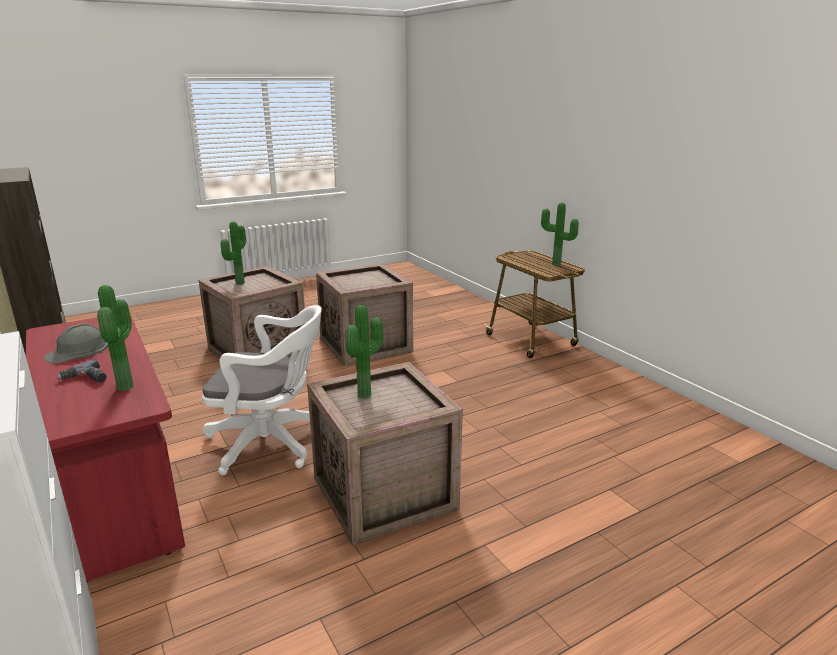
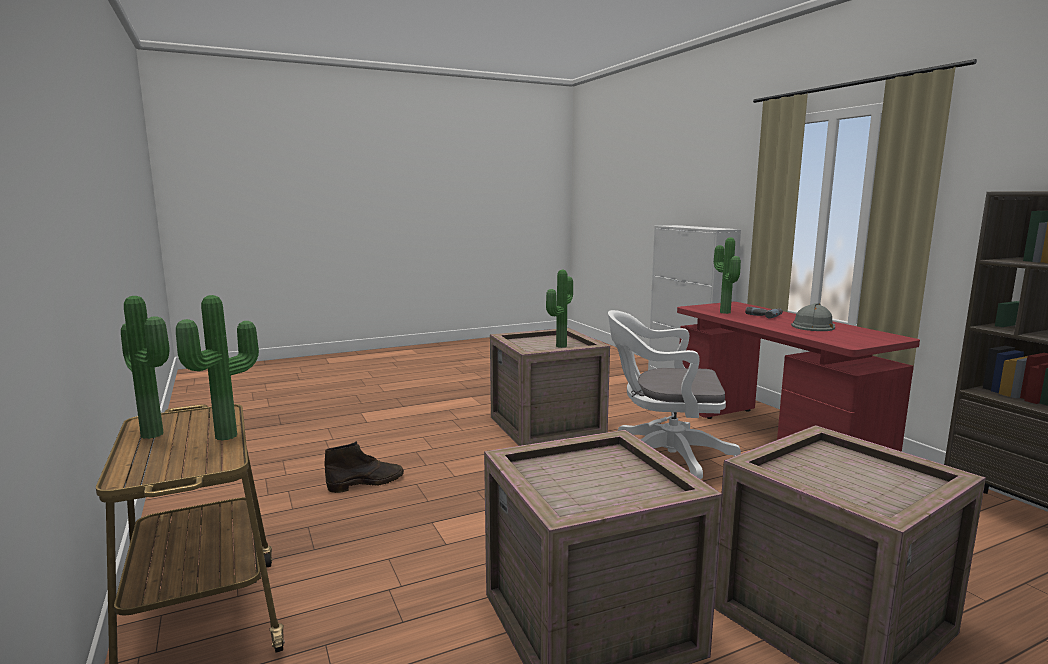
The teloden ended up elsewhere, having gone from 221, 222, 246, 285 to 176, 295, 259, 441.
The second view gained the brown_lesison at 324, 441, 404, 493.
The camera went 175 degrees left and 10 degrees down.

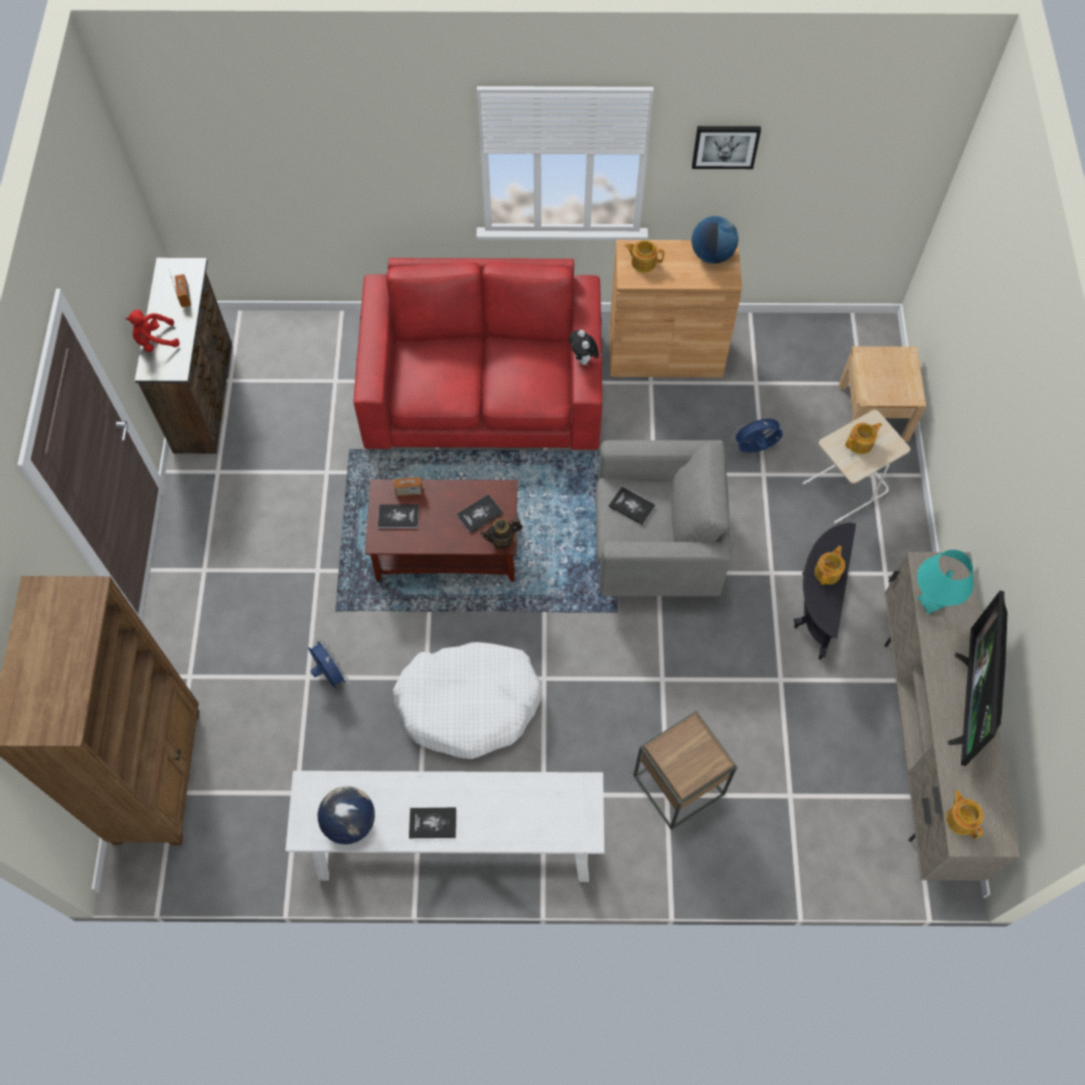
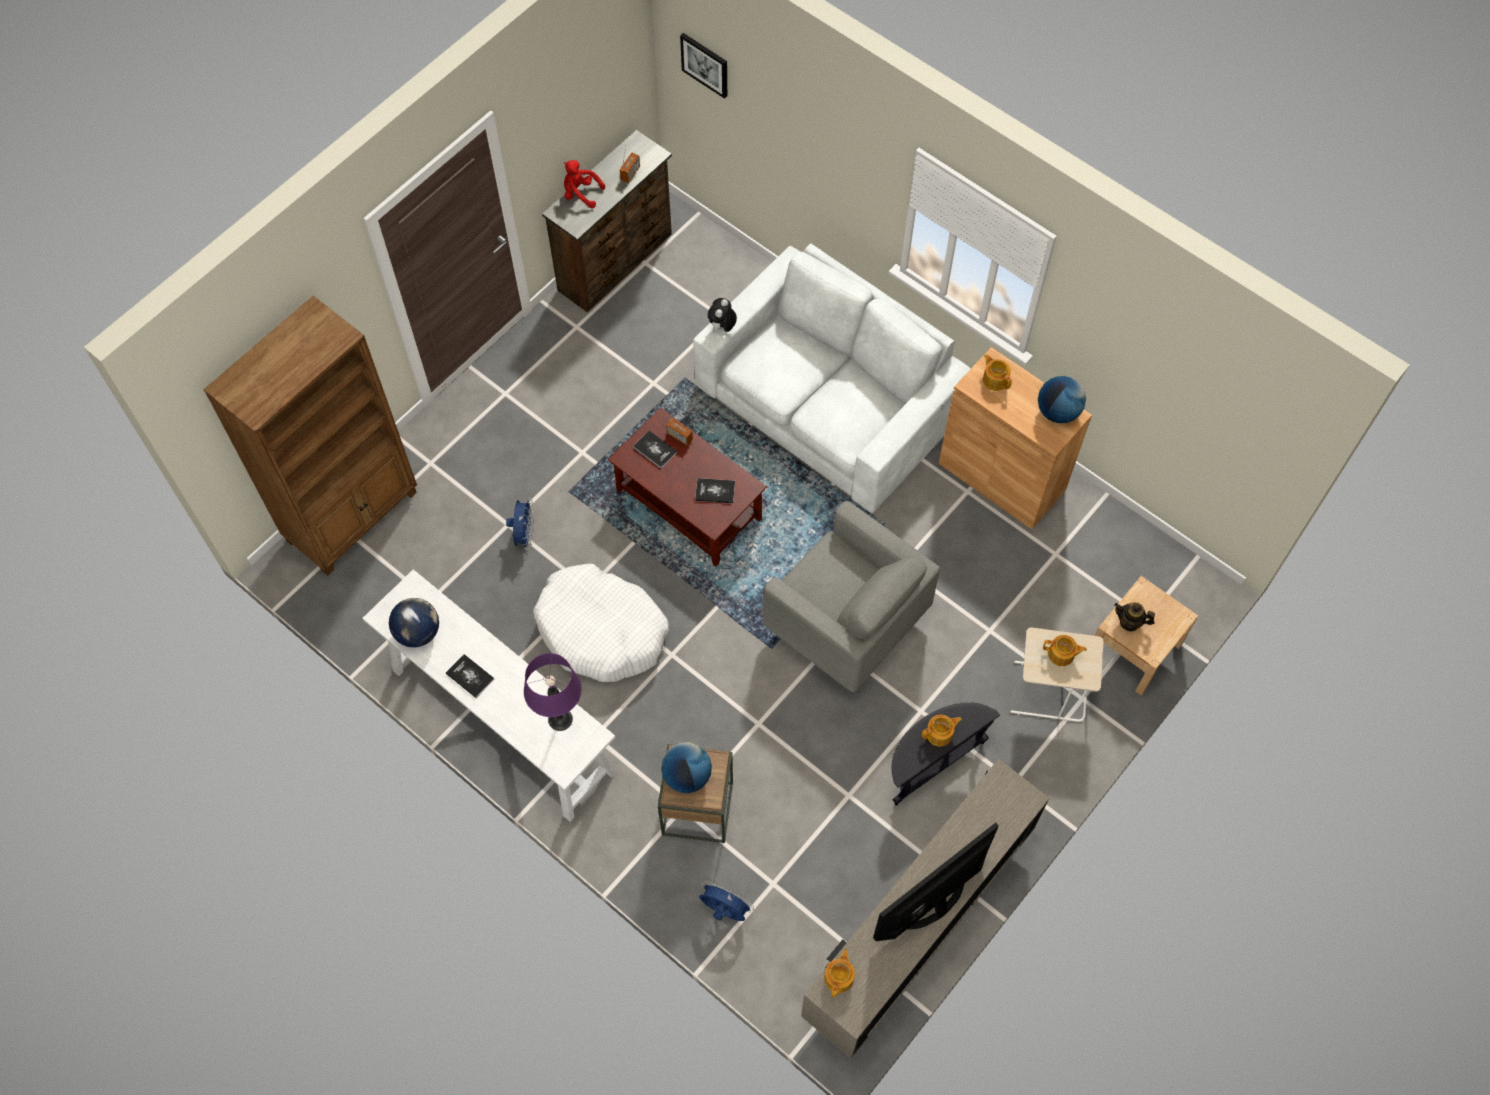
The second view gained the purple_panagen at 524, 653, 582, 731.
The second view gained the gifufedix at 661, 742, 712, 793.
The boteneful ended up elsewhere, having gone from 692, 126, 761, 169 to 680, 33, 727, 99.
What was the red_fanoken at 354, 258, 602, 450 turned into the white_fanoken at 693, 244, 971, 513.
The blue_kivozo ended up elsewhere, having gone from 732, 415, 783, 453 to 699, 881, 754, 921.
The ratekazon ended up elsewhere, having gone from 569, 330, 599, 367 to 708, 298, 737, 333.
The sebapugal ended up elsewhere, having gone from 480, 518, 523, 549 to 1114, 602, 1155, 632.
The second view lost the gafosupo at 608, 487, 656, 525.
The second view lost the turquoise_panagen at 917, 550, 974, 614.
The camera went 40 degrees right and 0 degrees up.

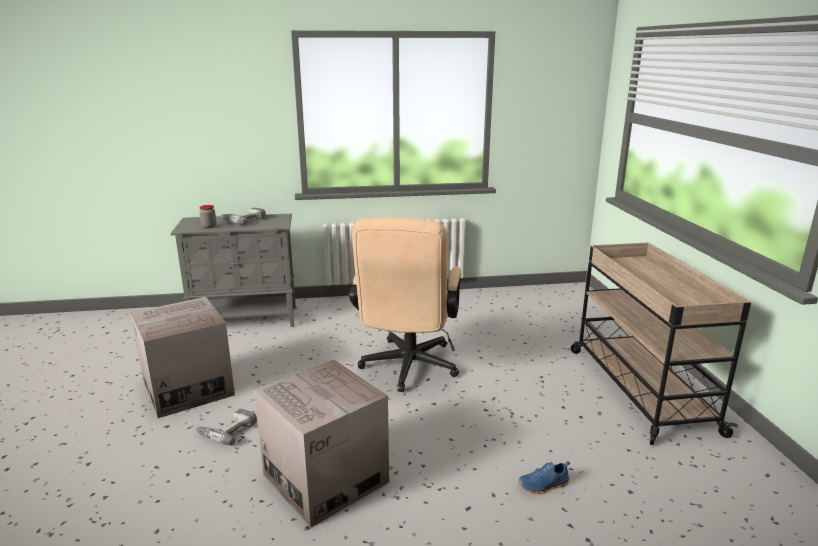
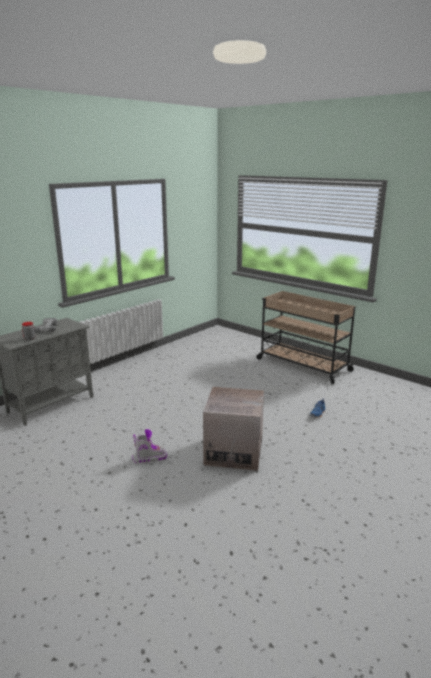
Where the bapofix stood at 196, 409, 257, 445, the lesison came to stand at 132, 429, 167, 463.
The second view lost the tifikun at 131, 297, 235, 418.
The second view lost the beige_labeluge at 349, 217, 461, 392.
The camera went 40 degrees left and 0 degrees up.

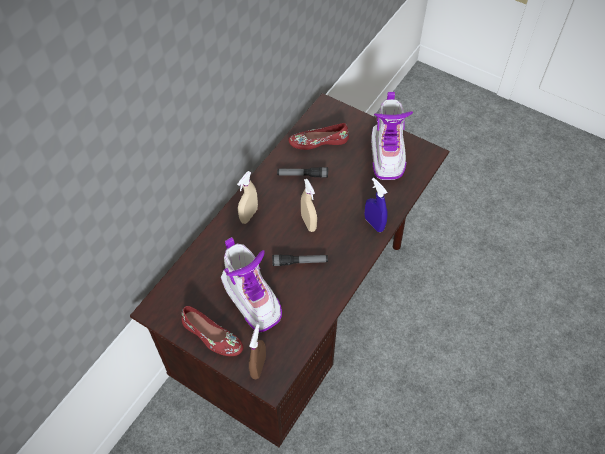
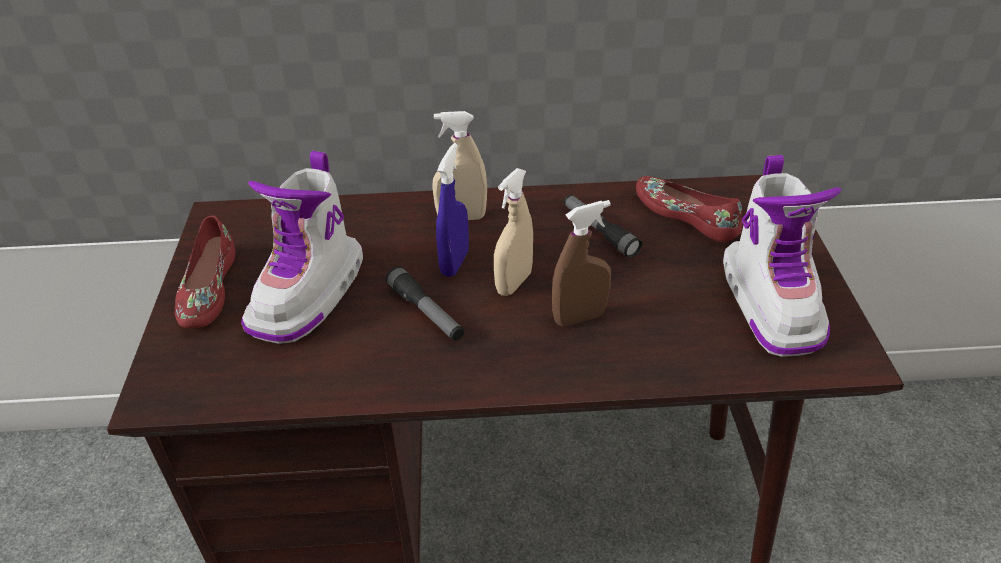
The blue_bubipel ended up elsewhere, having gone from 365, 178, 387, 232 to 436, 143, 469, 277.
The brown_bubipel ended up elsewhere, having gone from 249, 324, 266, 379 to 552, 200, 611, 327.
The lesison at 371, 92, 413, 180 ended up facing another way, 60 degrees counterclockwise from before.
The camera went 55 degrees right and 15 degrees down.

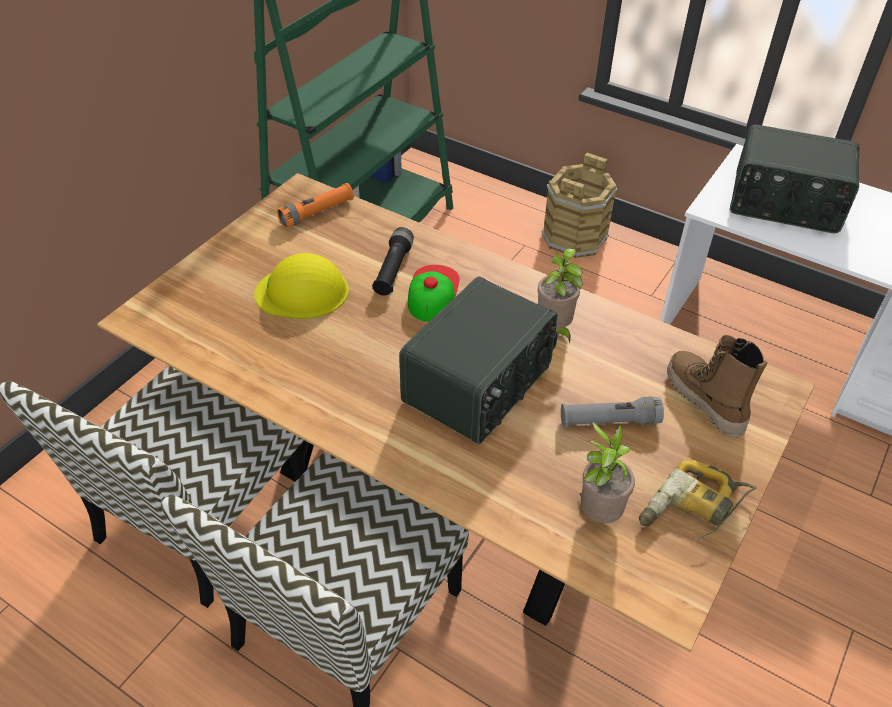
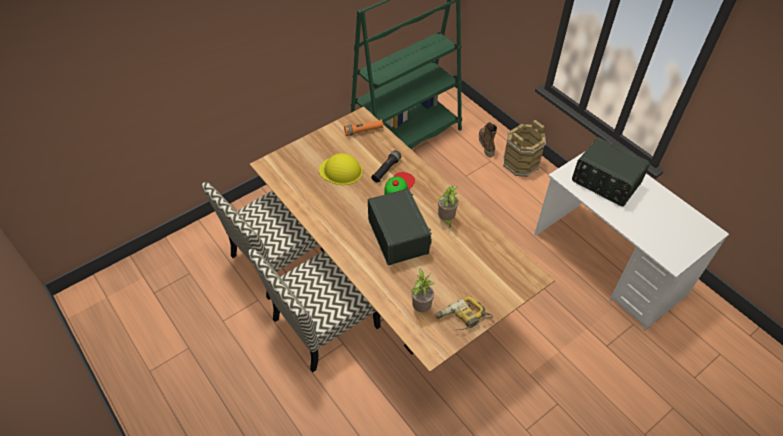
The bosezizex at 399, 276, 558, 444 ended up facing another way, 75 degrees counterclockwise from before.
The lesison ended up elsewhere, having gone from 667, 335, 767, 438 to 479, 122, 497, 157.
The second view lost the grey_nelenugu at 561, 397, 664, 428.
The camera went 20 degrees right and 5 degrees up.

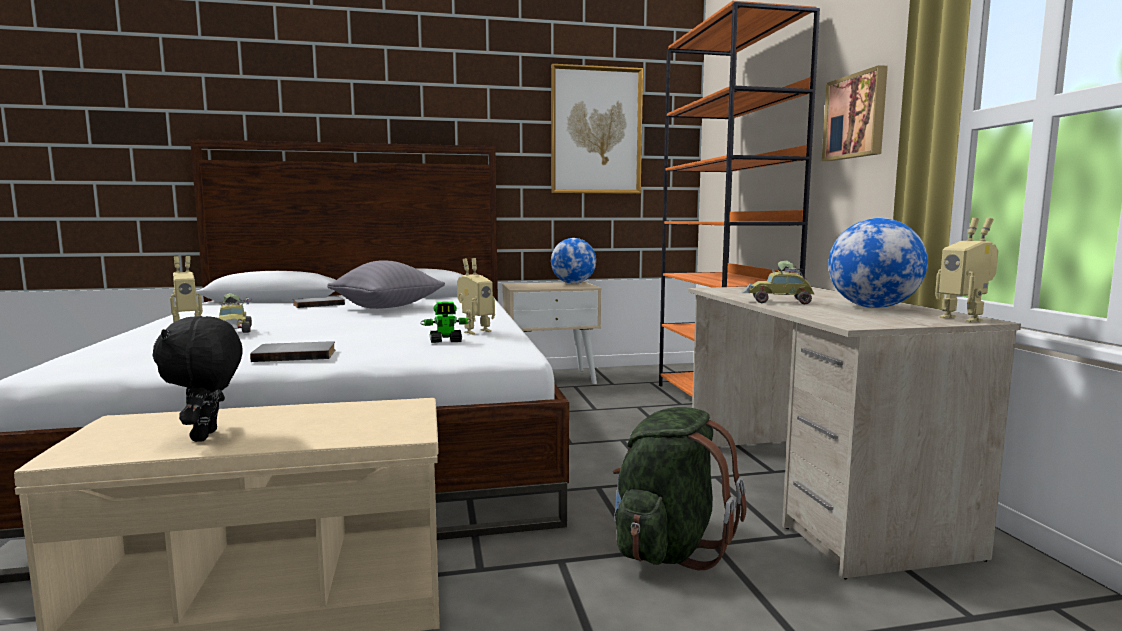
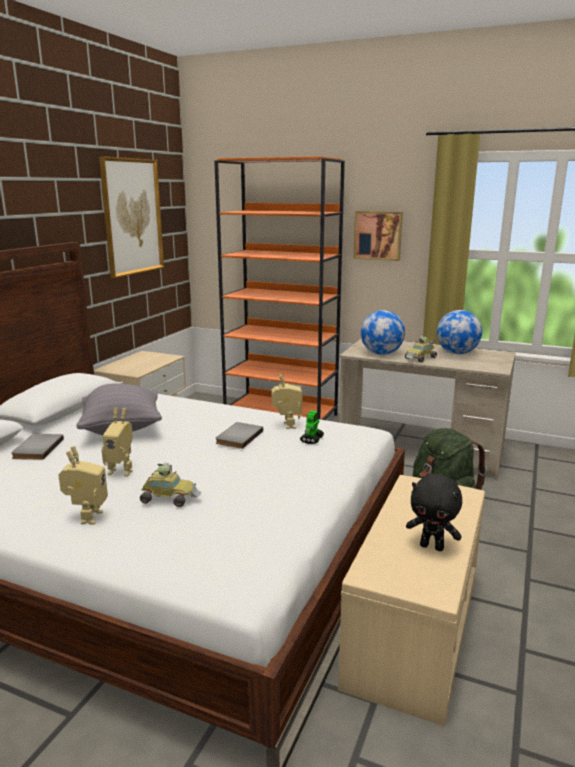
The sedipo ended up elsewhere, having gone from 935, 218, 998, 322 to 101, 408, 133, 477.
The grey_gafosupo ended up elsewhere, having gone from 250, 341, 335, 362 to 215, 422, 263, 449.
The gifufedix ended up elsewhere, having gone from 551, 238, 596, 284 to 361, 310, 405, 355.
The camera went 55 degrees left and 10 degrees up.

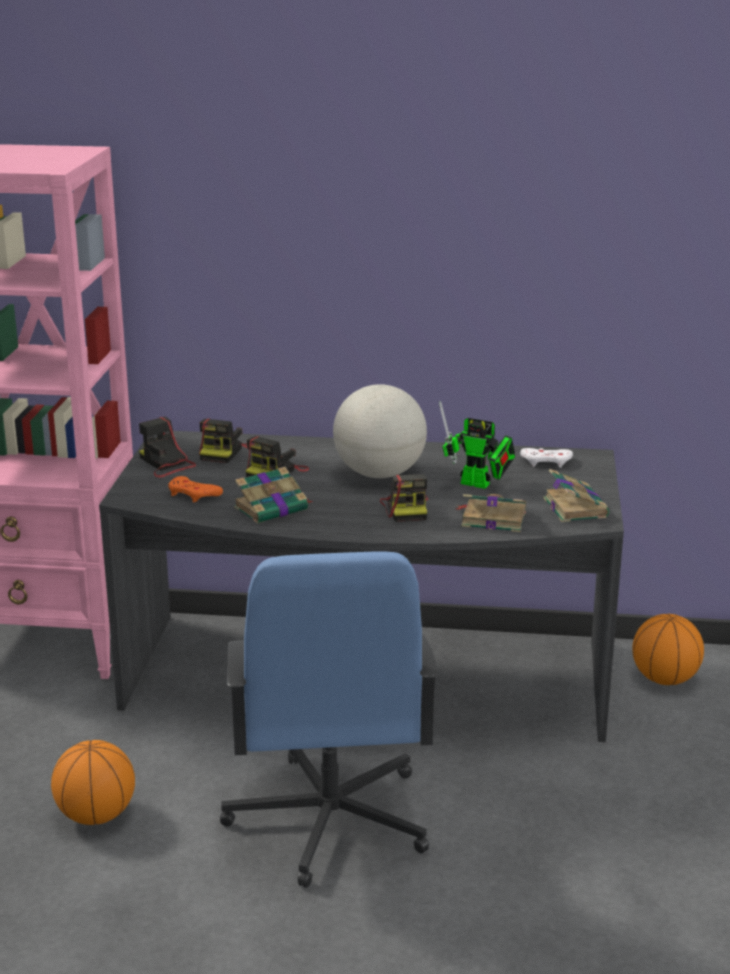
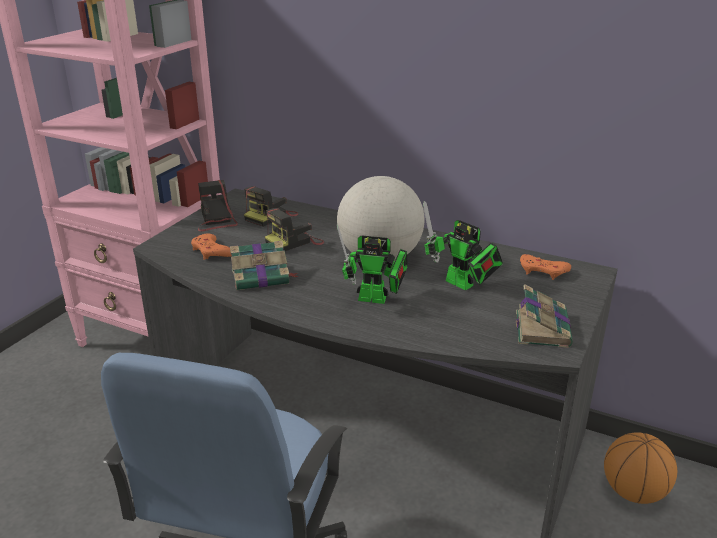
Where the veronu stood at 380, 474, 428, 522, the sedipo came to stand at 337, 225, 408, 304.
What was the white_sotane at 520, 448, 573, 468 turned into the orange_sotane at 520, 254, 571, 280.
The second view lost the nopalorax at 51, 740, 135, 825.
The second view lost the gafosupo at 456, 494, 527, 532.
The camera went 20 degrees right and 5 degrees up.

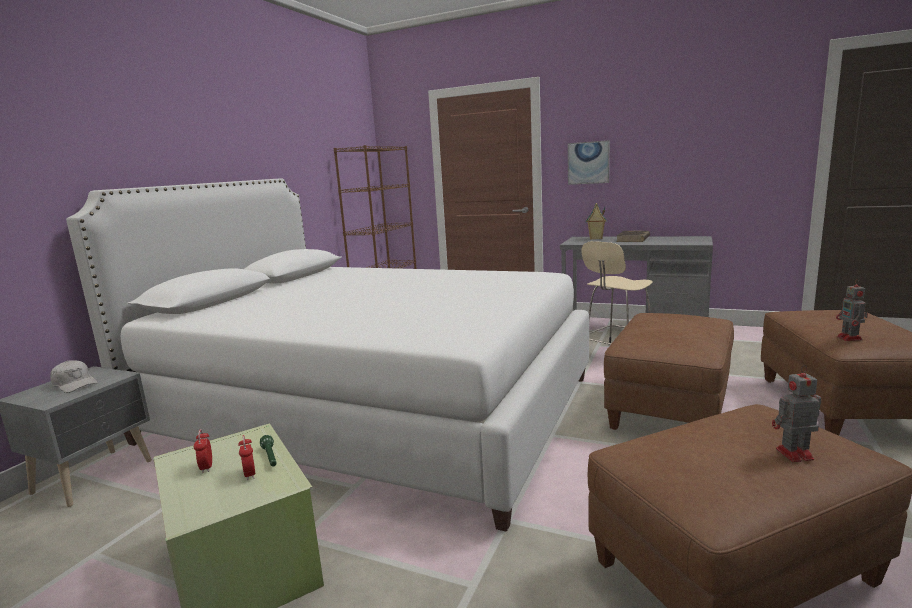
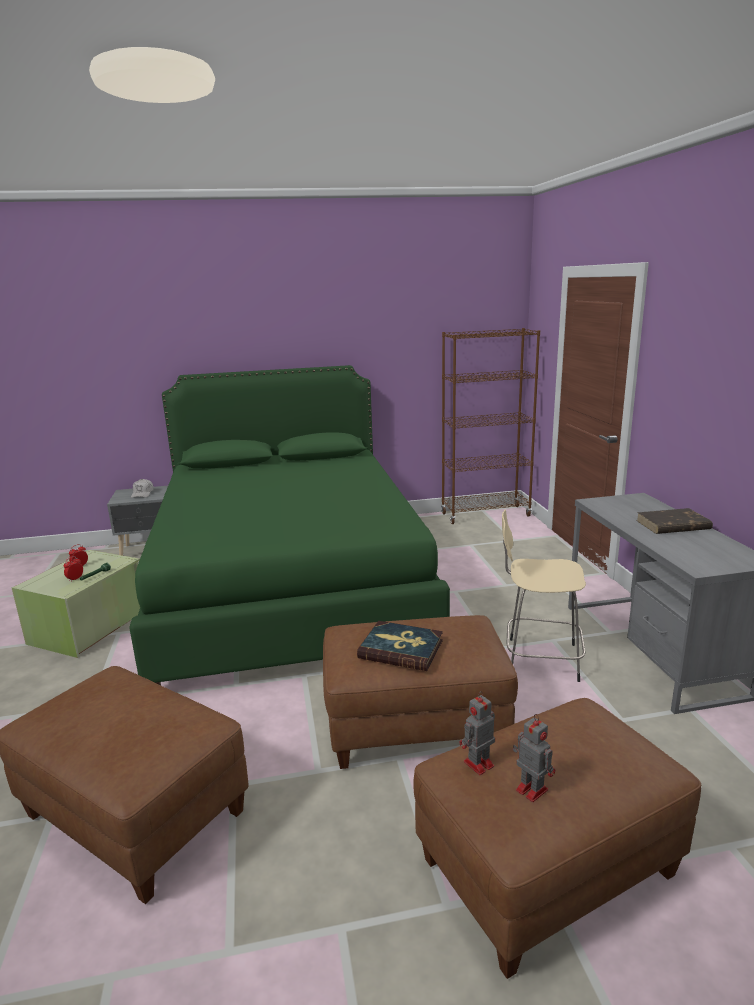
What was the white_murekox at 66, 179, 589, 532 turned into the green_murekox at 129, 365, 450, 685.
The second view gained the gafosupo at 357, 621, 443, 671.
The sedipo ended up elsewhere, having gone from 772, 365, 821, 462 to 513, 714, 555, 802.
The second view lost the boteneful at 568, 140, 610, 185.
The second view lost the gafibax at 586, 203, 607, 240.
The camera went 55 degrees right and 5 degrees up.

